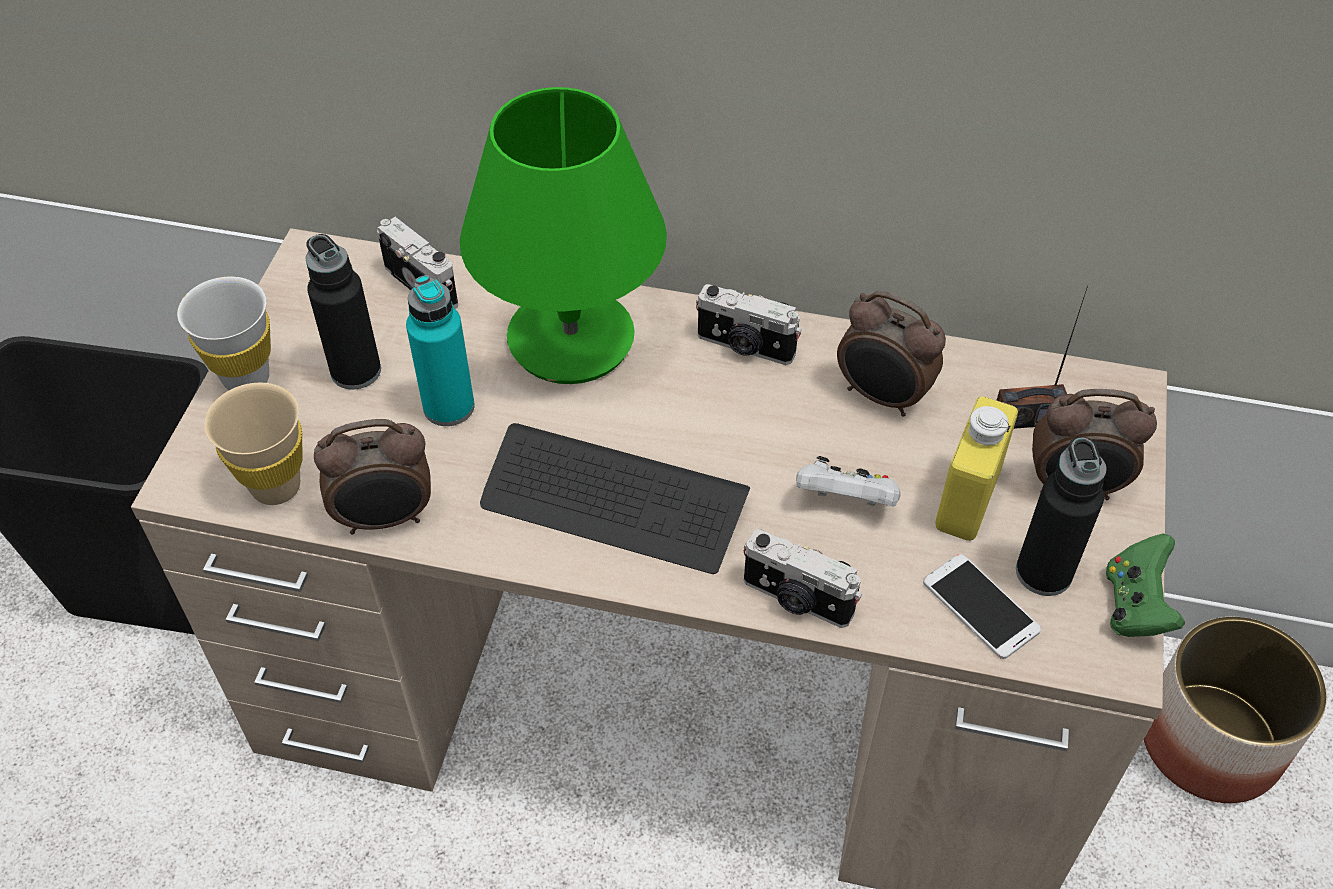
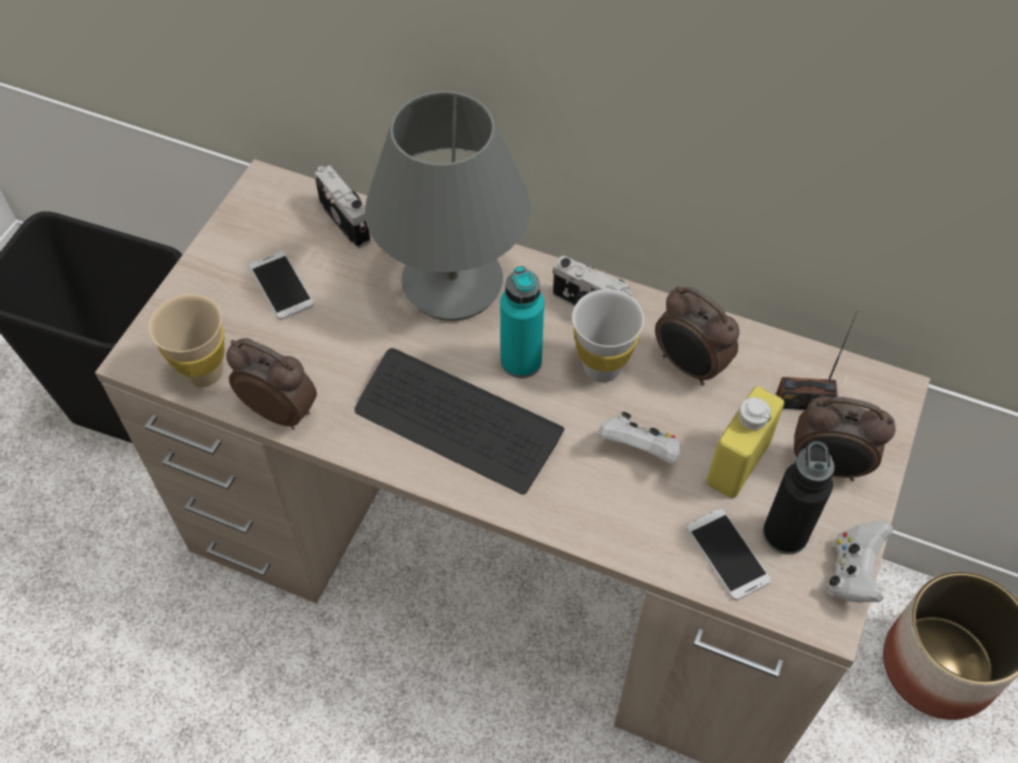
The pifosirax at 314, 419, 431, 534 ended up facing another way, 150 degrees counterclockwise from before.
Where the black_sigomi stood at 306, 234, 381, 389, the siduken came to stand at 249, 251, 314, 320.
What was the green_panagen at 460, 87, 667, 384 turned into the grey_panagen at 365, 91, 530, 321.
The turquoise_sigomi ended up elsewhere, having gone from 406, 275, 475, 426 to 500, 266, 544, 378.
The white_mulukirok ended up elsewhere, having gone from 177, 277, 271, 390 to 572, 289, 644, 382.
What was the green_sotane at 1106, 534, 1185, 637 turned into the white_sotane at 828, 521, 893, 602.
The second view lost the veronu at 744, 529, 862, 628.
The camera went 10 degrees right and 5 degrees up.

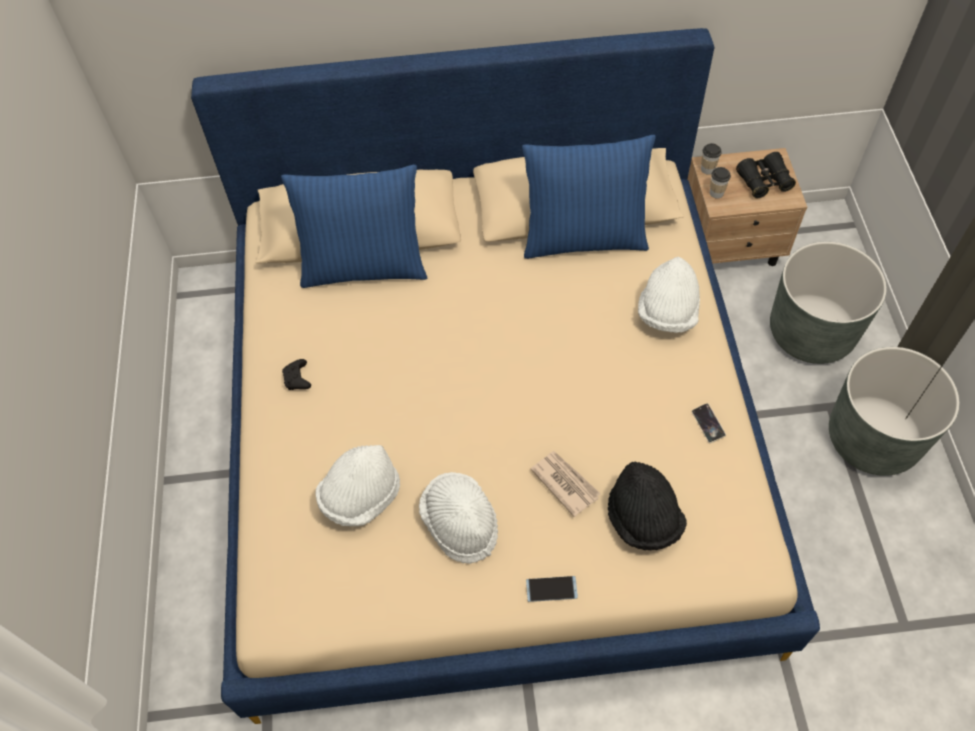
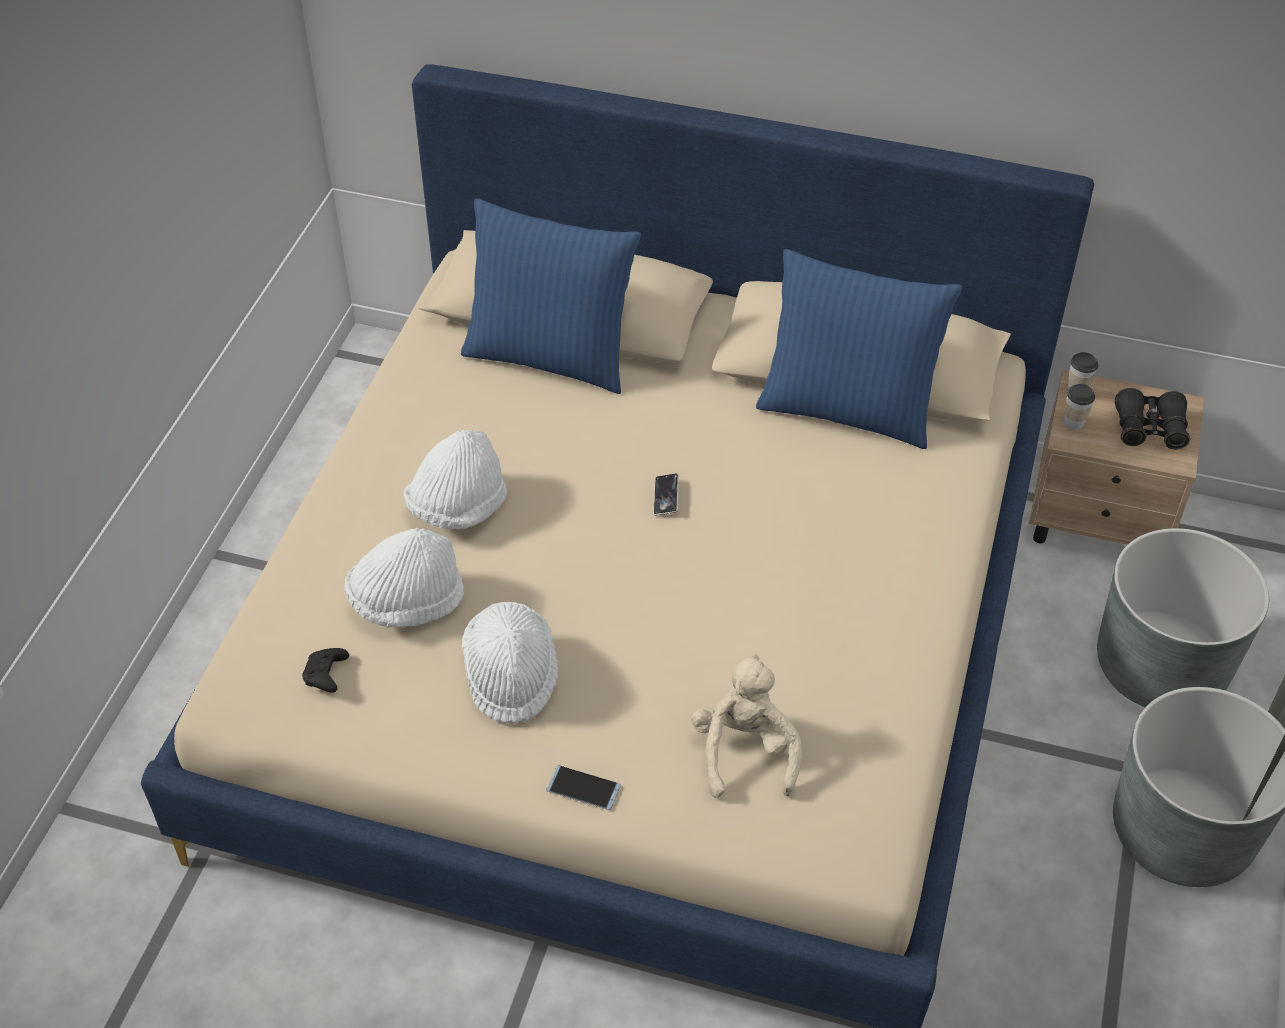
The black_sotane ended up elsewhere, having gone from 282, 359, 311, 390 to 302, 648, 349, 693.
The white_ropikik ended up elsewhere, having gone from 638, 257, 700, 333 to 403, 430, 507, 529.
The siduken ended up elsewhere, having gone from 692, 403, 726, 443 to 653, 473, 679, 516.
Where the black_ropikik stood at 608, 462, 687, 550, the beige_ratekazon came to stand at 691, 654, 802, 798.
The second view lost the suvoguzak at 531, 451, 601, 517.
The camera went 20 degrees right and 10 degrees down.

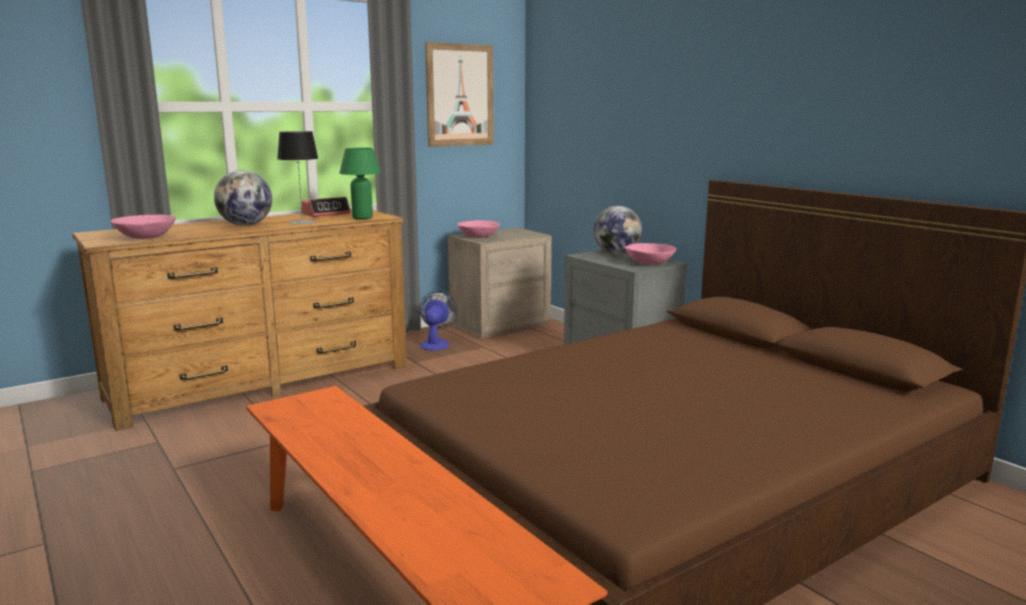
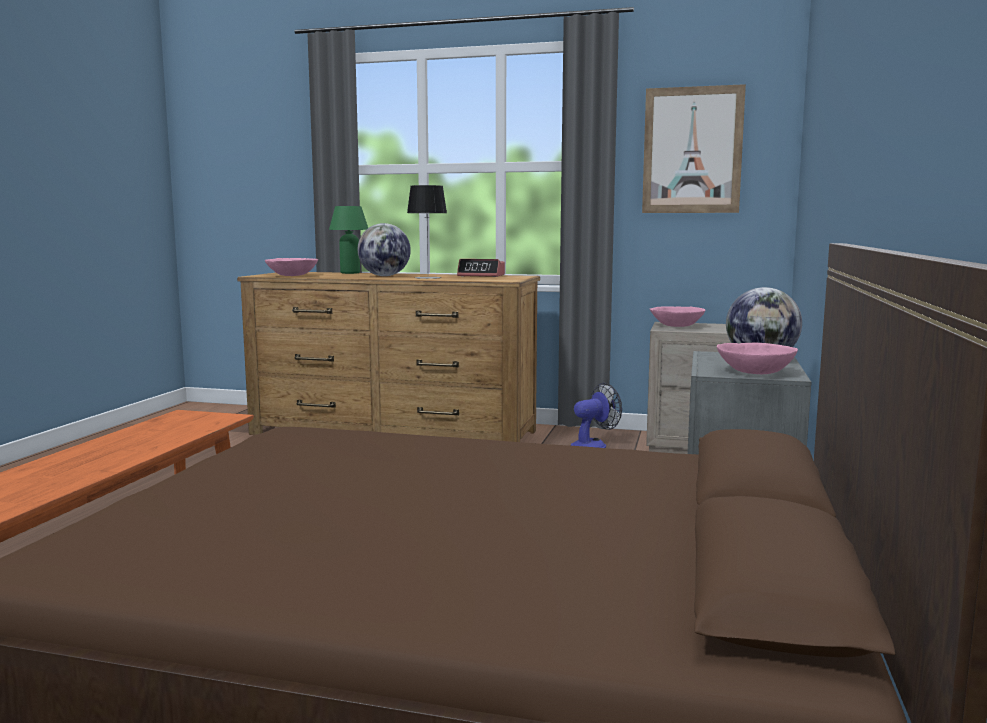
The green_panagen ended up elsewhere, having gone from 339, 148, 381, 219 to 329, 206, 368, 274.
The camera went 50 degrees right and 5 degrees down.

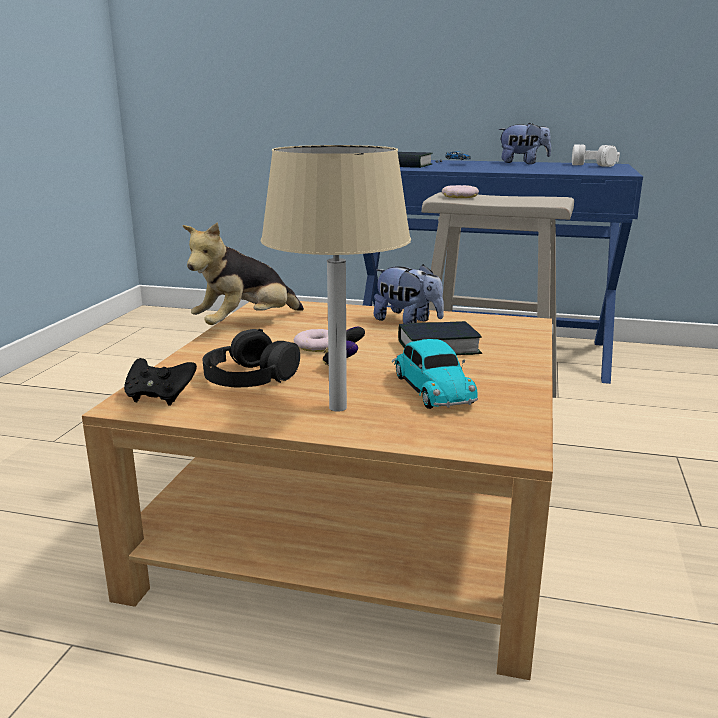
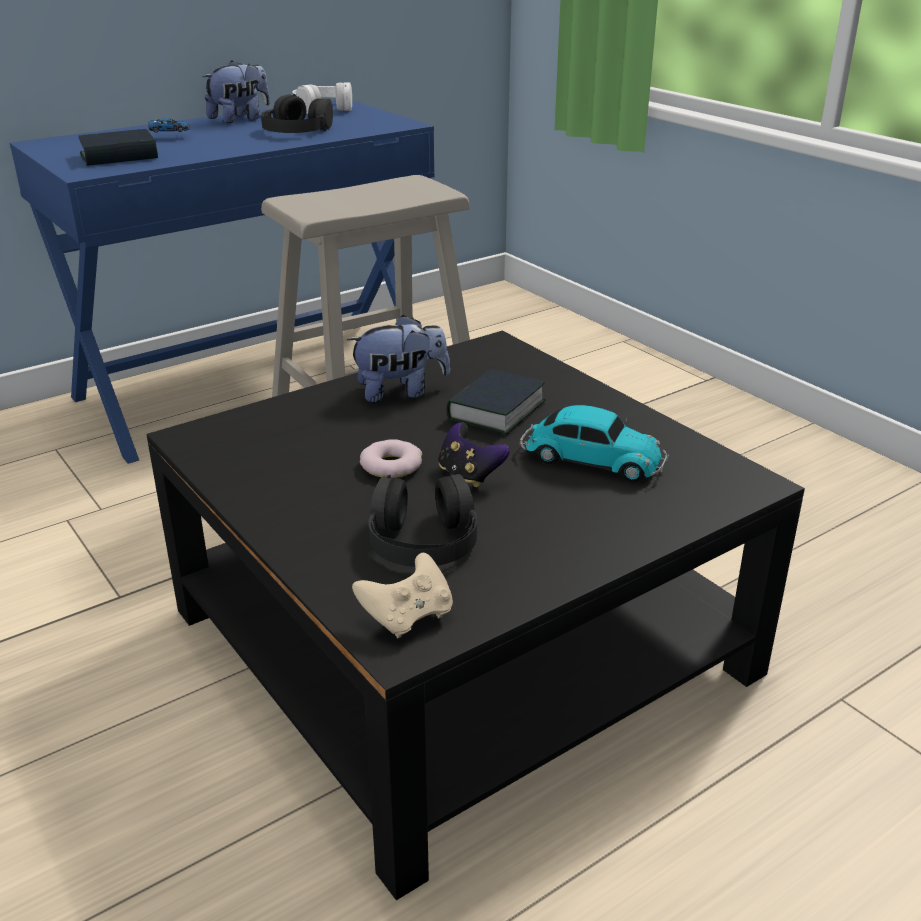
What was the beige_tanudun at 82, 301, 553, 680 turned into the black_tanudun at 146, 331, 805, 900.
The second view gained the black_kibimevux at 261, 94, 333, 133.
What was the black_sotane at 124, 358, 197, 406 turned into the beige_sotane at 352, 553, 453, 638.
The second view lost the ratekazon at 183, 222, 304, 325.
The second view lost the beige_panagen at 261, 145, 411, 412.
The second view lost the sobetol at 442, 185, 479, 198.
The camera went 50 degrees left and 10 degrees up.

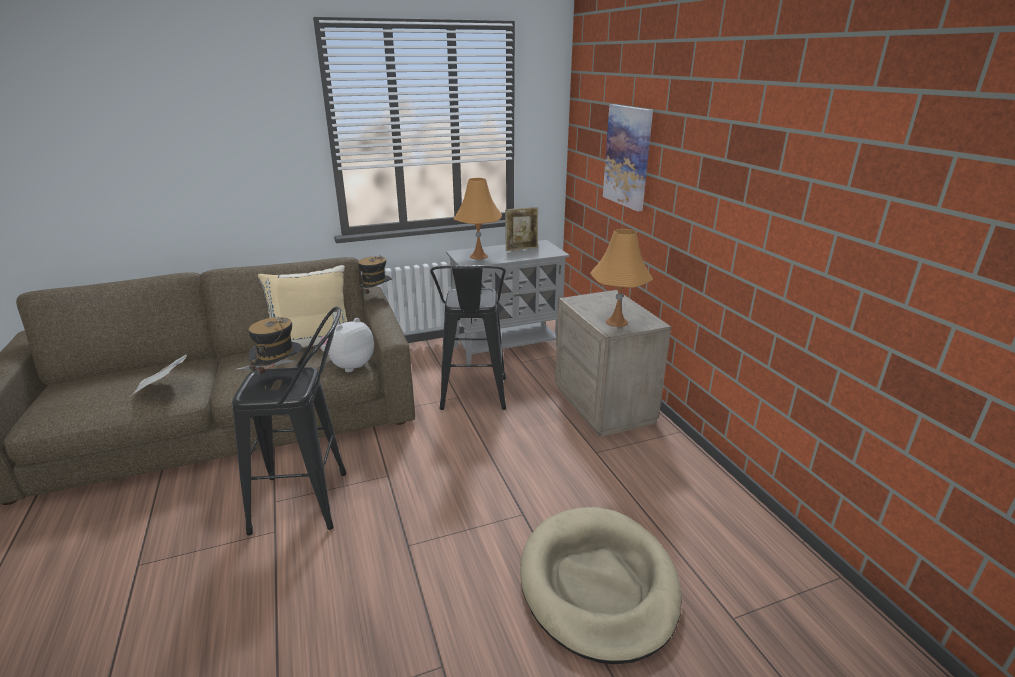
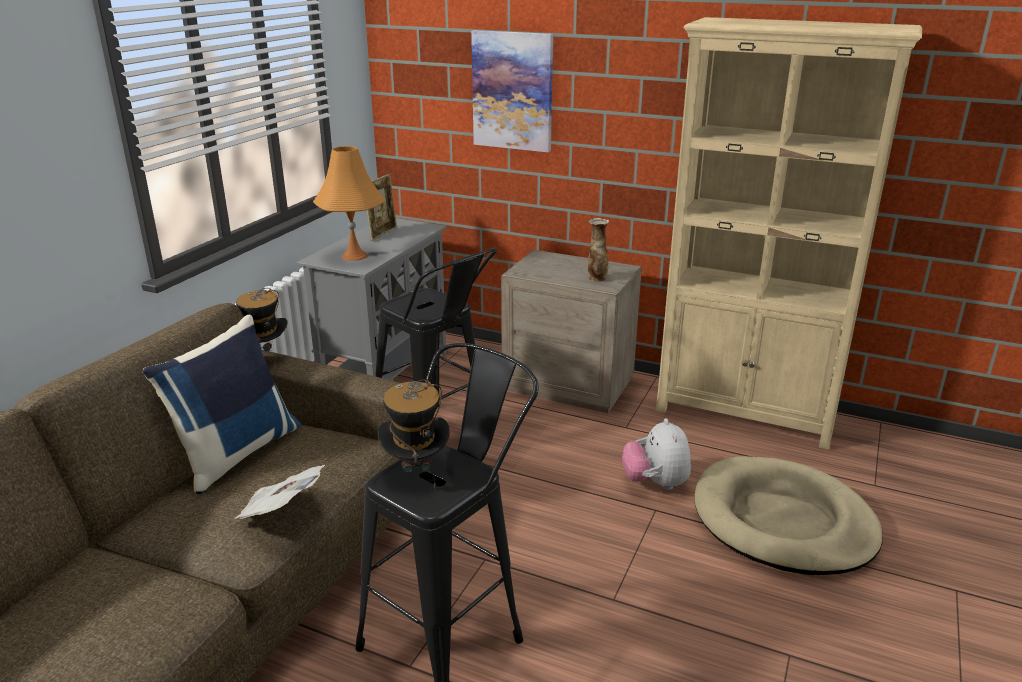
What was the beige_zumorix at 258, 265, 347, 348 turned into the blue_zumorix at 142, 315, 301, 495.
Where the orange_panagen stood at 590, 229, 653, 327, the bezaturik came to stand at 588, 218, 609, 282.
The ratekazon ended up elsewhere, having gone from 319, 318, 374, 372 to 622, 418, 691, 490.
The second view gained the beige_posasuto at 656, 17, 922, 450.
The second view lost the suvoguzak at 131, 355, 187, 395.
The camera went 45 degrees left and 0 degrees up.

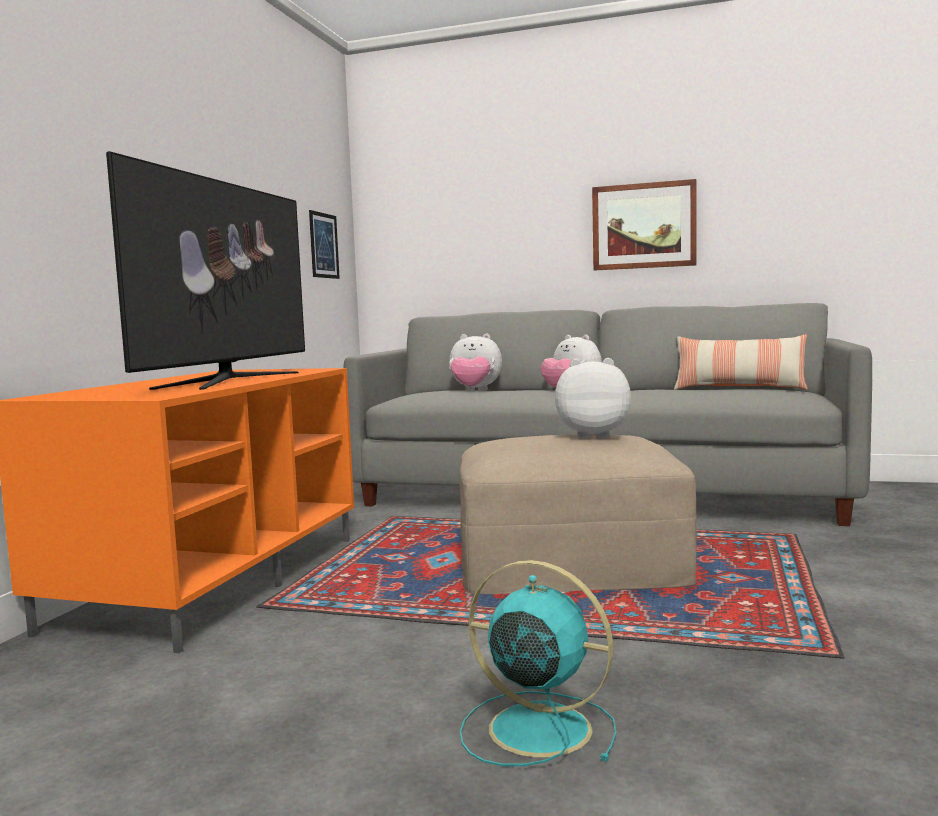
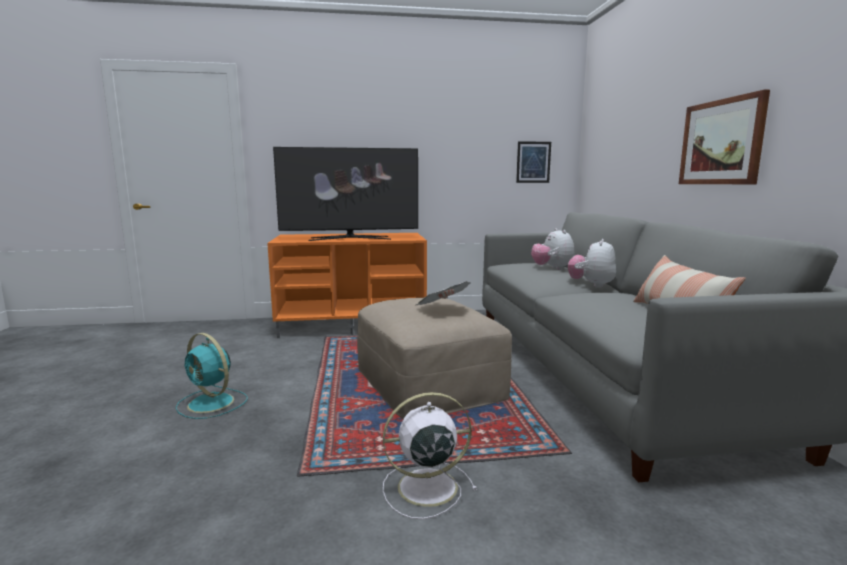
The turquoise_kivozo at 460, 560, 617, 766 ended up facing another way, 120 degrees clockwise from before.
The second view gained the white_kivozo at 383, 392, 477, 519.
Where the ratekazon stood at 555, 358, 631, 439, the suvoguzak came to stand at 416, 281, 471, 305.
The camera went 65 degrees right and 5 degrees up.

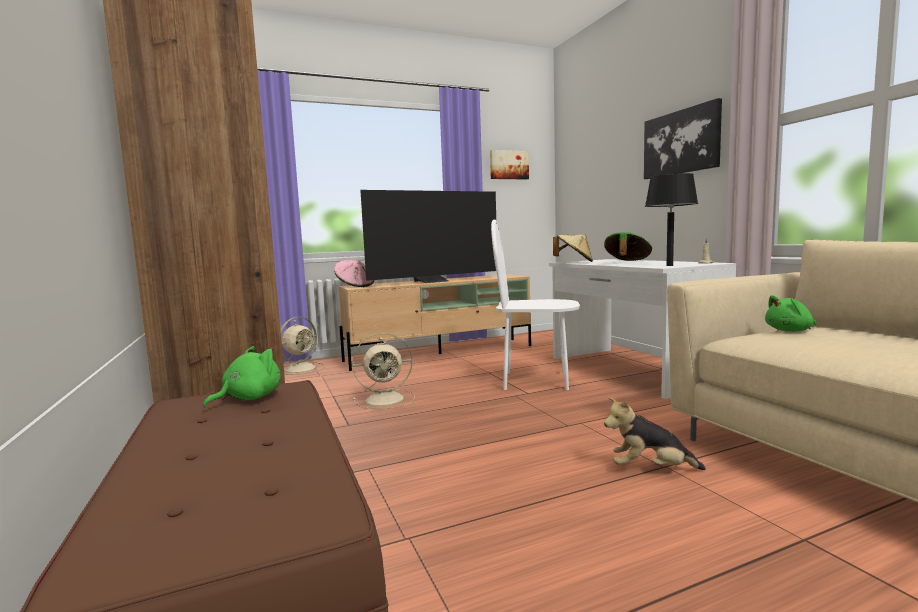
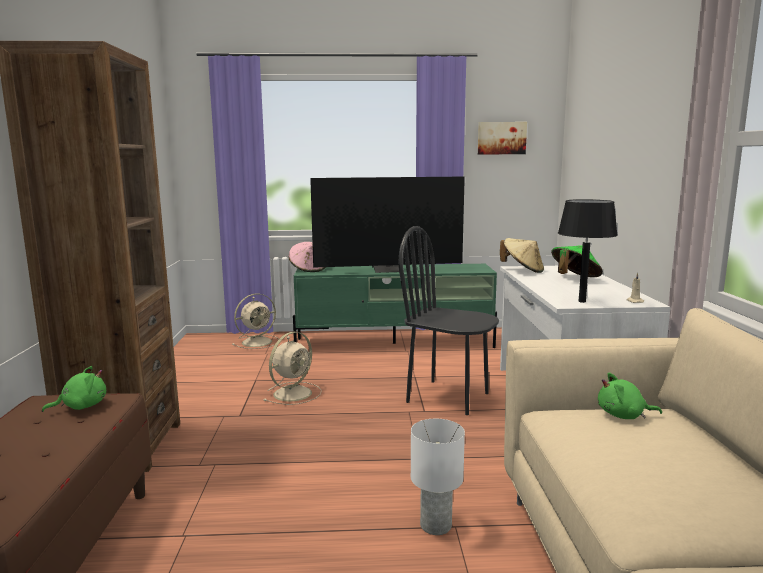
The beige_kivozo at 352, 333, 415, 409 ended up facing another way, 60 degrees counterclockwise from before.
What was the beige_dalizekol at 339, 274, 531, 371 turned into the green_dalizekol at 293, 264, 497, 348.
What was the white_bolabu at 491, 220, 580, 390 turned into the black_bolabu at 398, 226, 499, 415.
Where the ratekazon stood at 604, 397, 706, 470, the white_panagen came to stand at 411, 419, 465, 535.
The second view lost the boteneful at 644, 98, 722, 179.
The camera went 20 degrees right and 5 degrees up.

